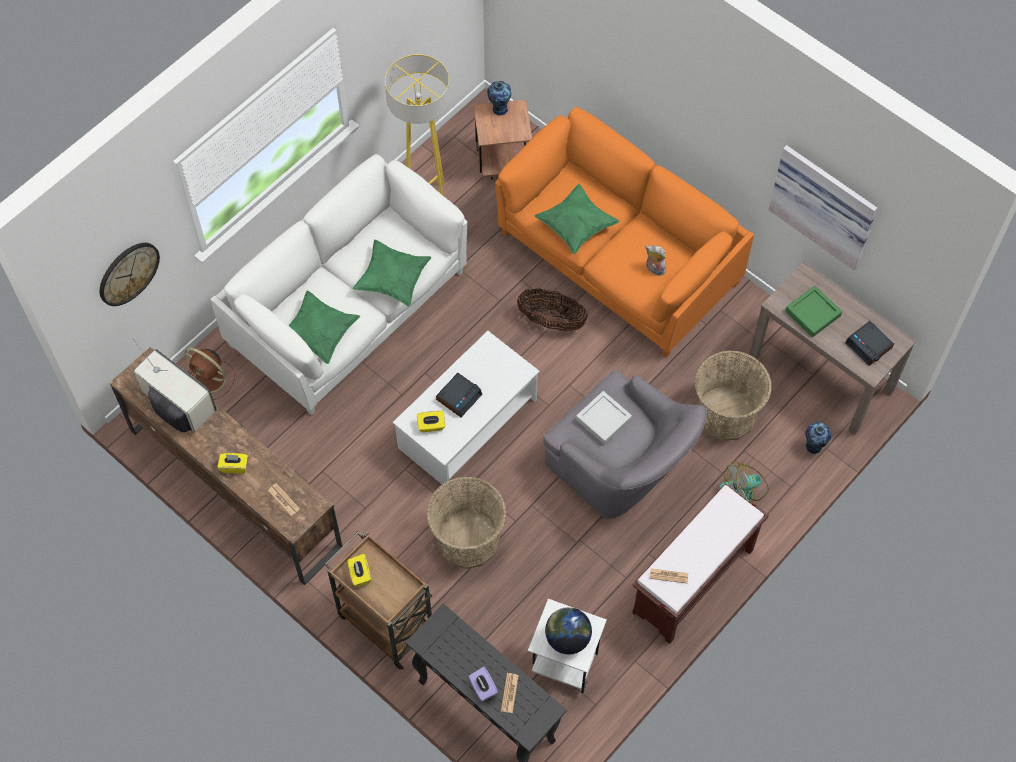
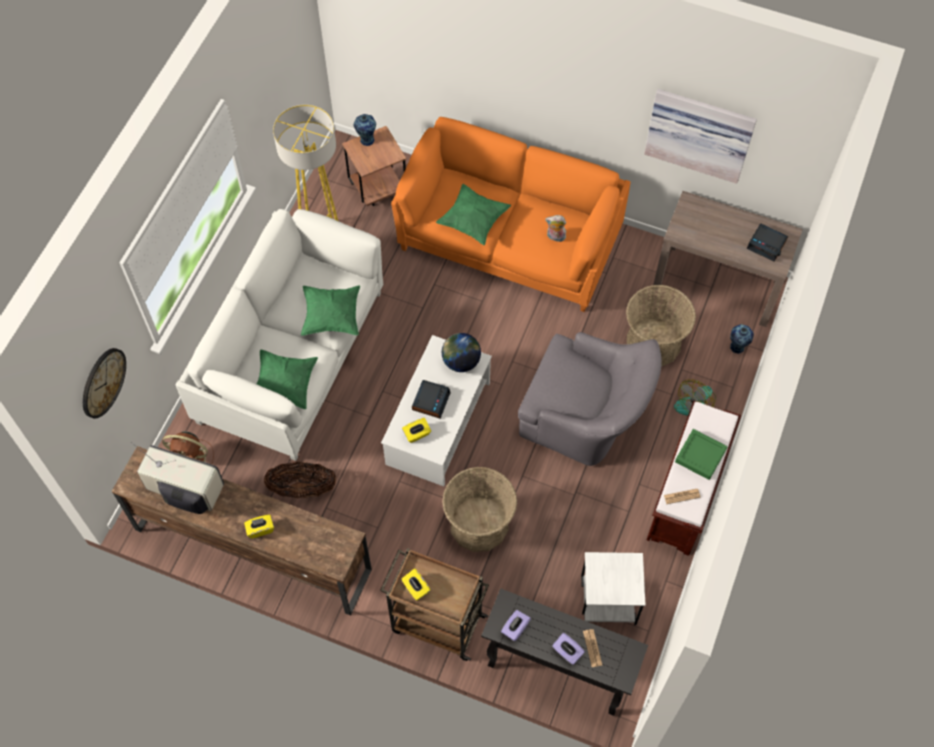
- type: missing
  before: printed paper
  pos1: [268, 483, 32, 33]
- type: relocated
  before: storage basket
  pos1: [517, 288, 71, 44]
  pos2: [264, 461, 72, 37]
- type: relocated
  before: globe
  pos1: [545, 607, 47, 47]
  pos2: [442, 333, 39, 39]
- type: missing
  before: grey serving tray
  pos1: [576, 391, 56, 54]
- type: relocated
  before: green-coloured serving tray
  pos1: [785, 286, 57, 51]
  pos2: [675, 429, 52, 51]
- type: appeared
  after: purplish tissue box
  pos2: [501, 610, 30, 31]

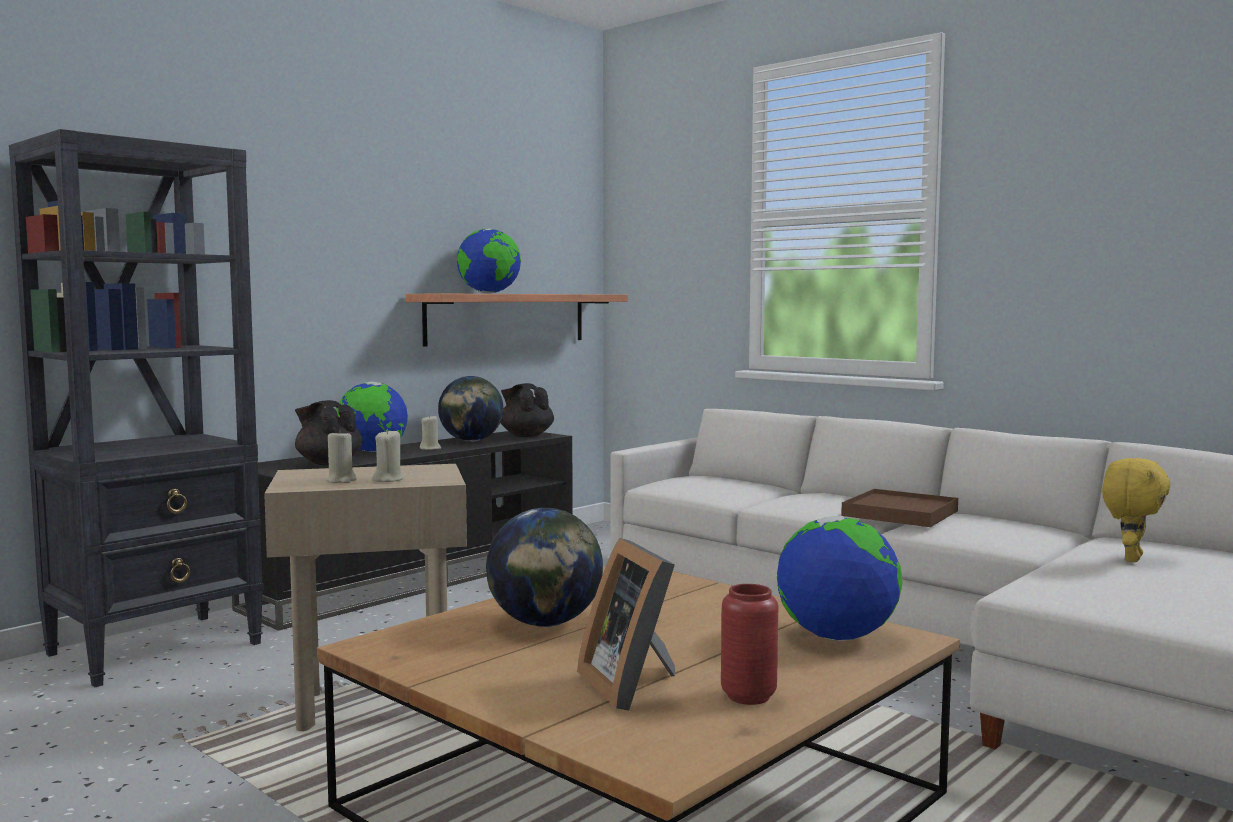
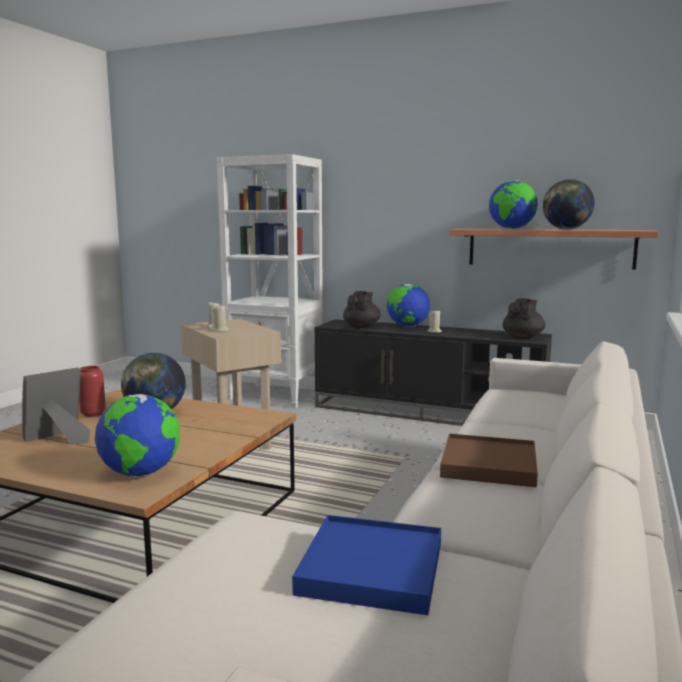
- type: colour
  before: blackish bookshelf
  after: whitish bookshelf
  pos1: [9, 129, 254, 558]
  pos2: [216, 154, 107, 255]
- type: relocated
  before: globe
  pos1: [438, 376, 66, 66]
  pos2: [543, 179, 52, 51]
- type: relocated
  before: reddish decorative vase
  pos1: [721, 584, 57, 121]
  pos2: [79, 366, 27, 51]
- type: exchanged
  before: yellow cuddly toy
  after: blue-coloured serving tray
  pos1: [1102, 458, 69, 104]
  pos2: [292, 515, 149, 100]

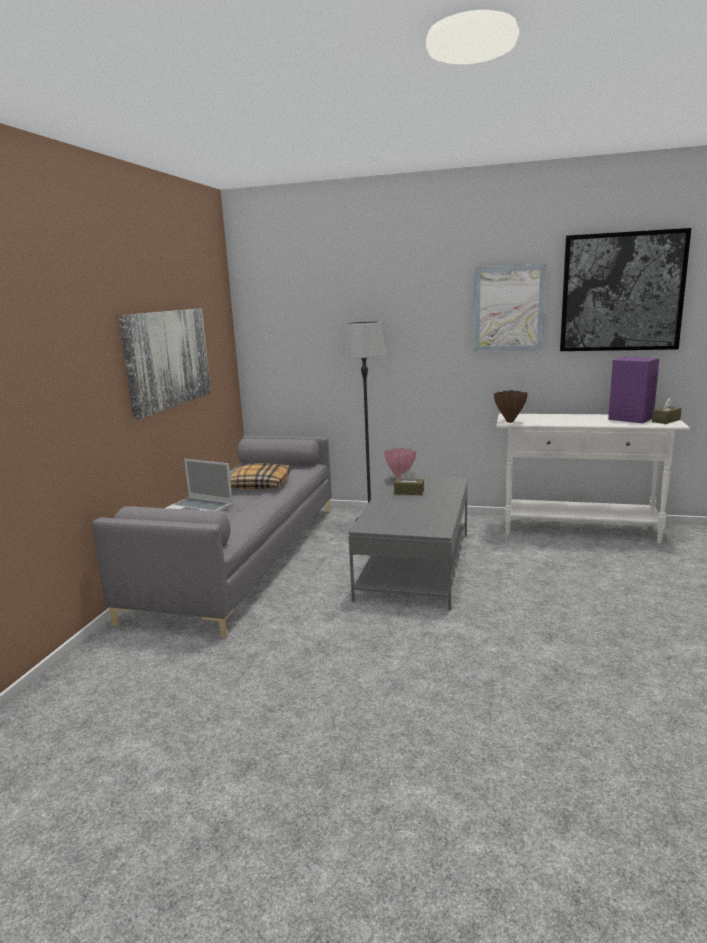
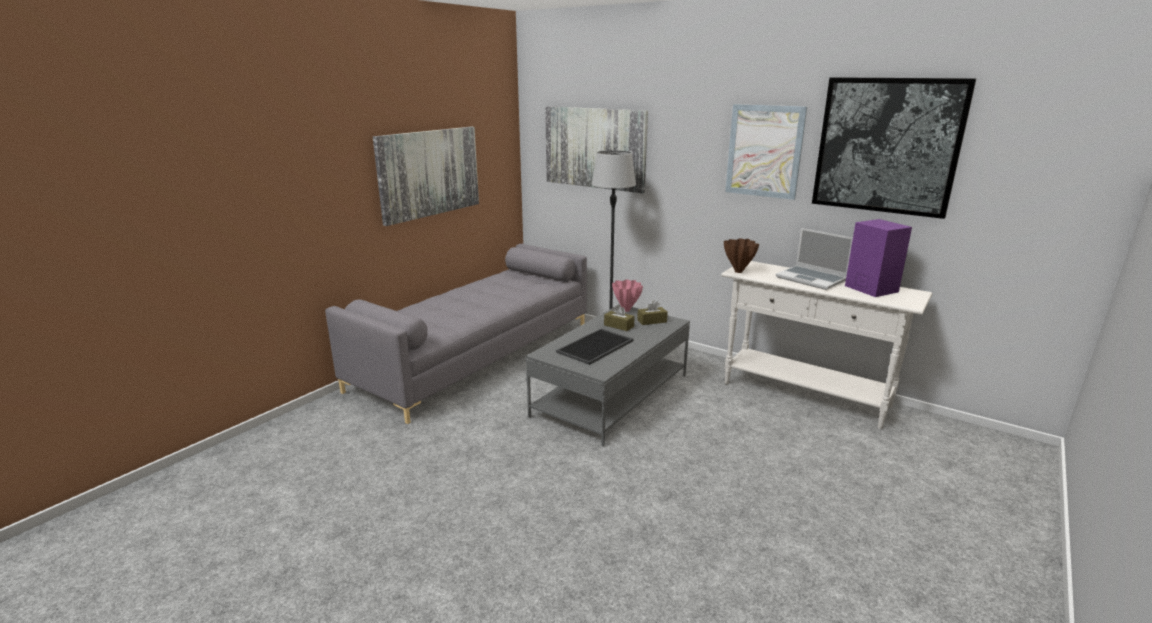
- type: relocated
  before: portable computer
  pos1: [166, 459, 67, 52]
  pos2: [776, 228, 77, 62]
- type: missing
  before: pillow
  pos1: [230, 463, 60, 26]
- type: relocated
  before: brown-coloured tissue box
  pos1: [652, 397, 30, 27]
  pos2: [637, 300, 31, 25]
- type: appeared
  after: wall art
  pos2: [545, 106, 103, 87]
- type: appeared
  after: serving tray
  pos2: [556, 329, 78, 36]

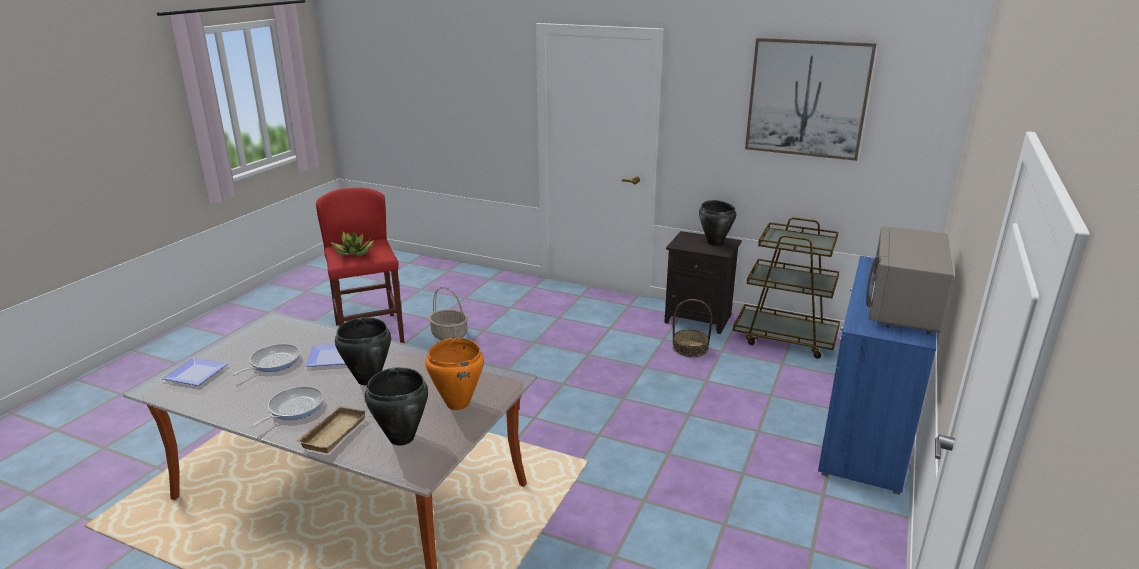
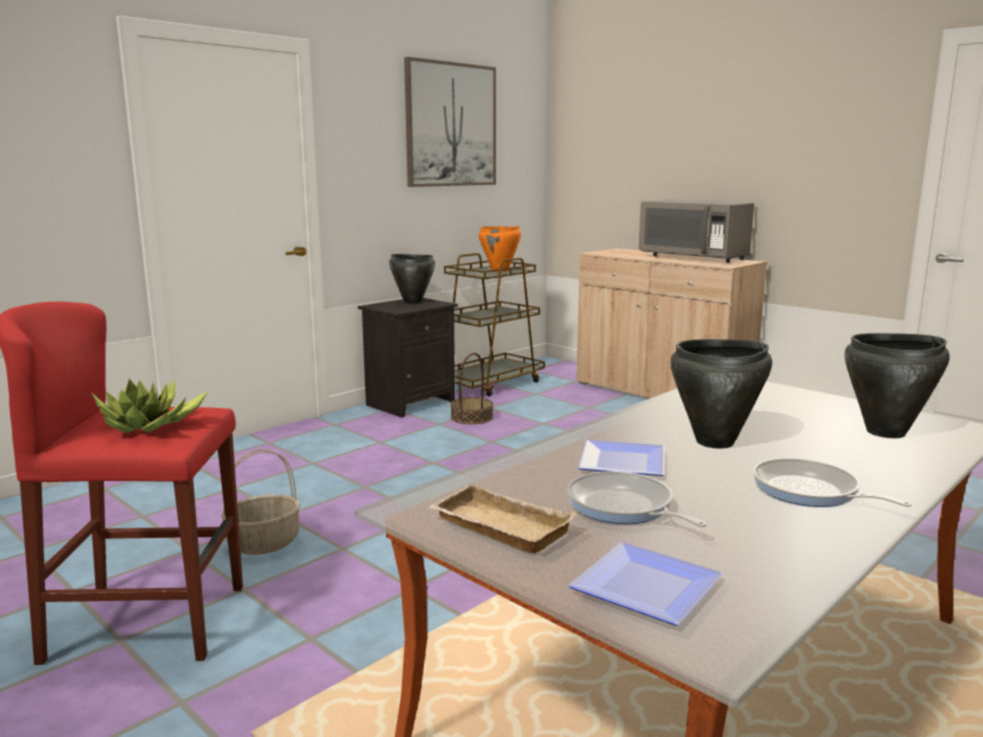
- type: relocated
  before: beige serving tray
  pos1: [296, 405, 71, 48]
  pos2: [428, 483, 148, 70]
- type: relocated
  before: orange-coloured saucepot
  pos1: [426, 338, 58, 72]
  pos2: [479, 226, 42, 46]
- type: colour
  before: blue-coloured cabinet
  after: beige cabinet
  pos1: [818, 256, 118, 239]
  pos2: [576, 248, 191, 150]

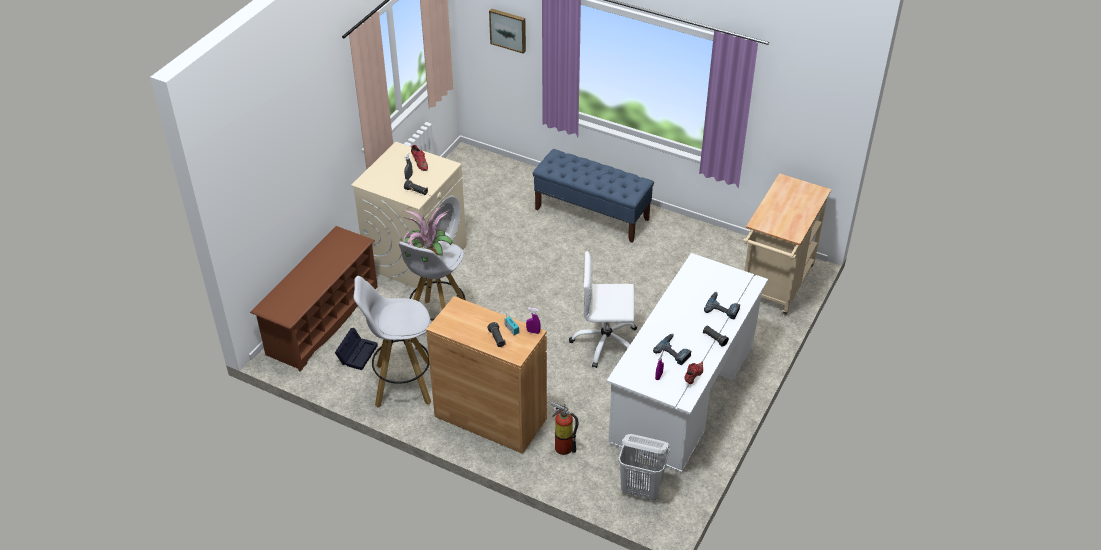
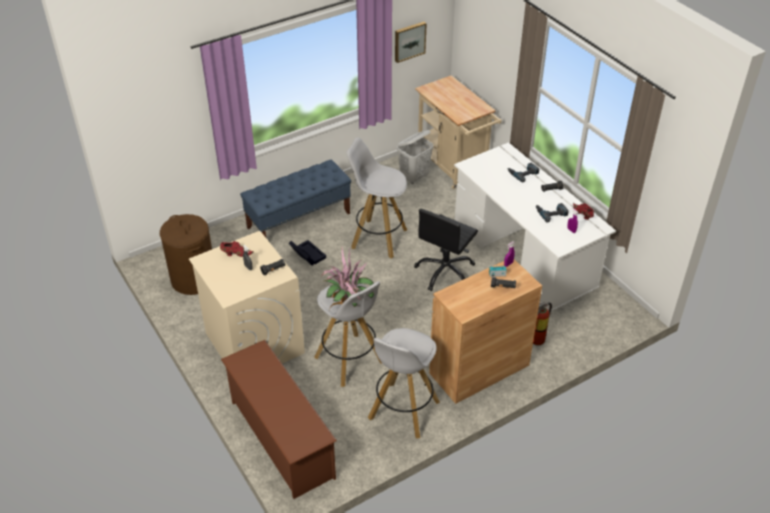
- type: relocated
  before: blackish storage box
  pos1: [335, 328, 43, 42]
  pos2: [289, 240, 37, 26]
- type: relocated
  before: wall art
  pos1: [489, 9, 37, 45]
  pos2: [395, 22, 32, 41]
- type: colour
  before: whitish office chair
  after: blackish office chair
  pos1: [569, 251, 68, 117]
  pos2: [414, 209, 64, 82]
- type: relocated
  before: whitish hamper
  pos1: [618, 434, 52, 66]
  pos2: [397, 130, 36, 54]
- type: appeared
  after: brown-coloured hamper
  pos2: [160, 214, 52, 81]
- type: appeared
  after: whitish stool
  pos2: [347, 138, 60, 120]

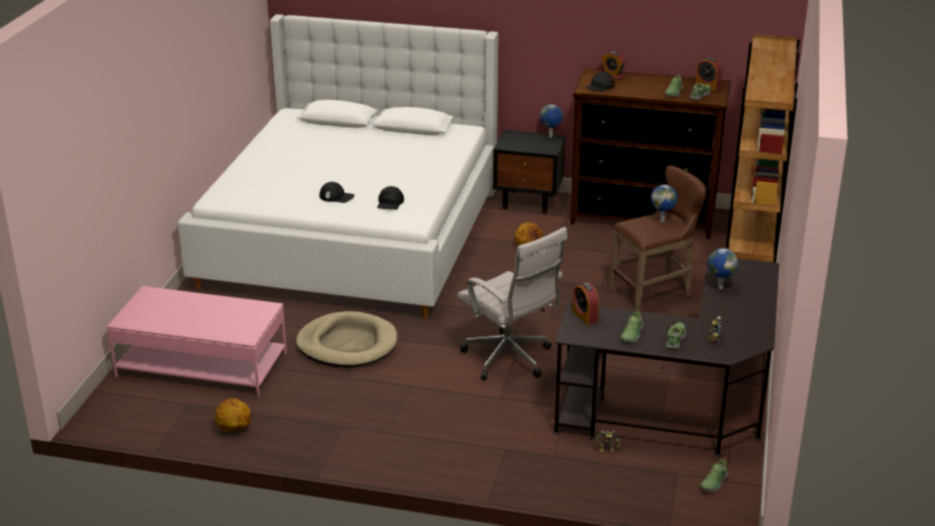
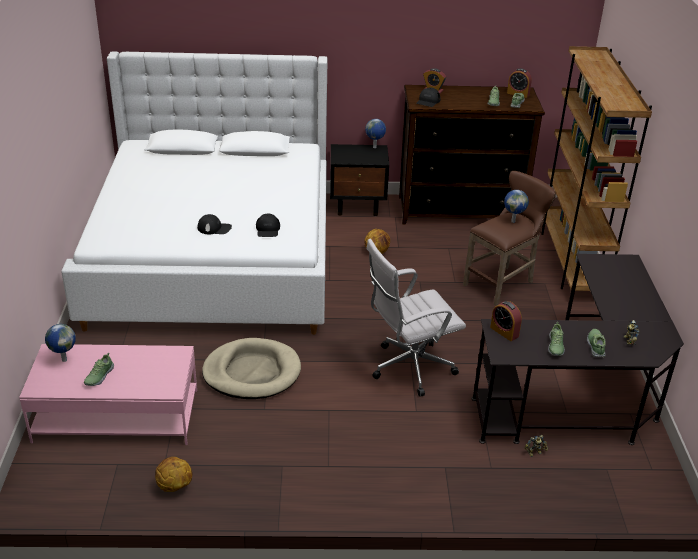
- type: spun
  before: whitish office chair
  pos1: [457, 227, 110, 153]
  pos2: [366, 239, 100, 158]
  turn: 120
- type: relocated
  before: shoe
  pos1: [700, 458, 29, 34]
  pos2: [84, 353, 30, 33]
- type: relocated
  before: globe
  pos1: [708, 248, 30, 41]
  pos2: [45, 324, 31, 38]

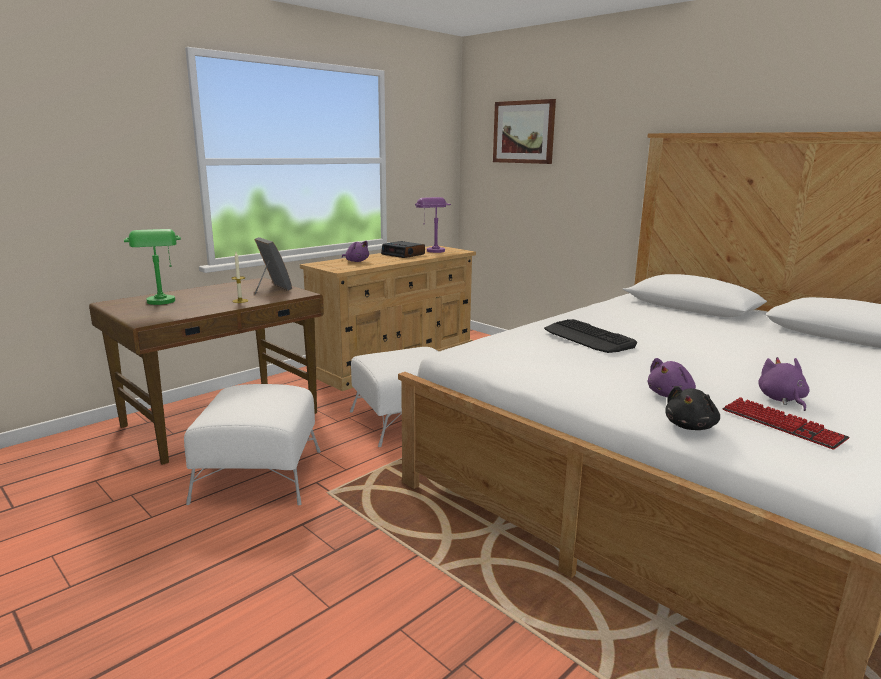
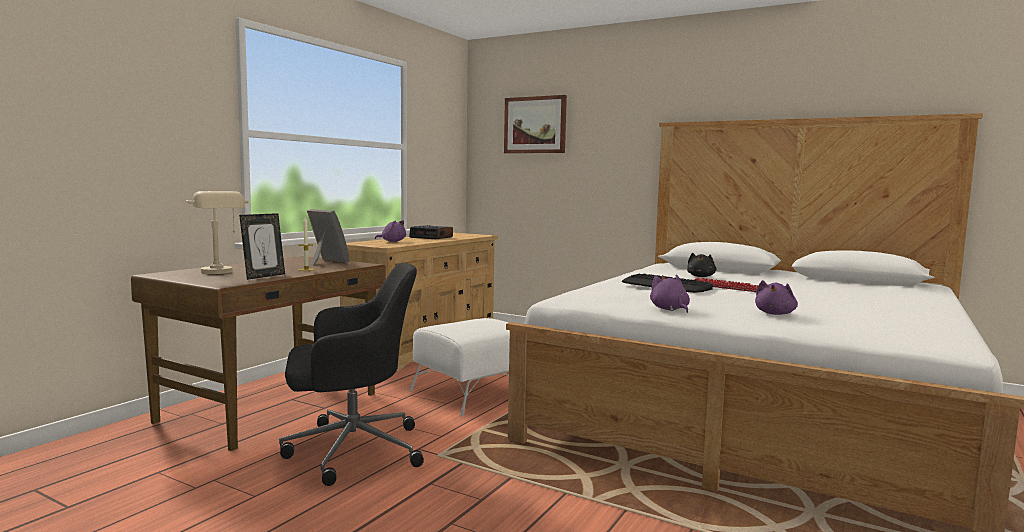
- type: colour
  before: green-coloured table lamp
  after: beige table lamp
  pos1: [124, 229, 57, 76]
  pos2: [186, 191, 62, 83]
- type: exchanged
  before: whitish ottoman
  after: blackish office chair
  pos1: [184, 384, 137, 121]
  pos2: [279, 263, 145, 223]
- type: missing
  before: purplish table lamp
  pos1: [415, 197, 36, 56]
- type: relocated
  before: blackish cuddly toy
  pos1: [665, 386, 55, 44]
  pos2: [687, 253, 29, 24]
- type: relocated
  before: computer keyboard
  pos1: [722, 397, 128, 53]
  pos2: [694, 278, 65, 14]
- type: relocated
  before: purplish cuddly toy
  pos1: [758, 357, 51, 54]
  pos2: [650, 274, 40, 39]
- type: appeared
  after: photo frame
  pos2: [239, 213, 46, 67]

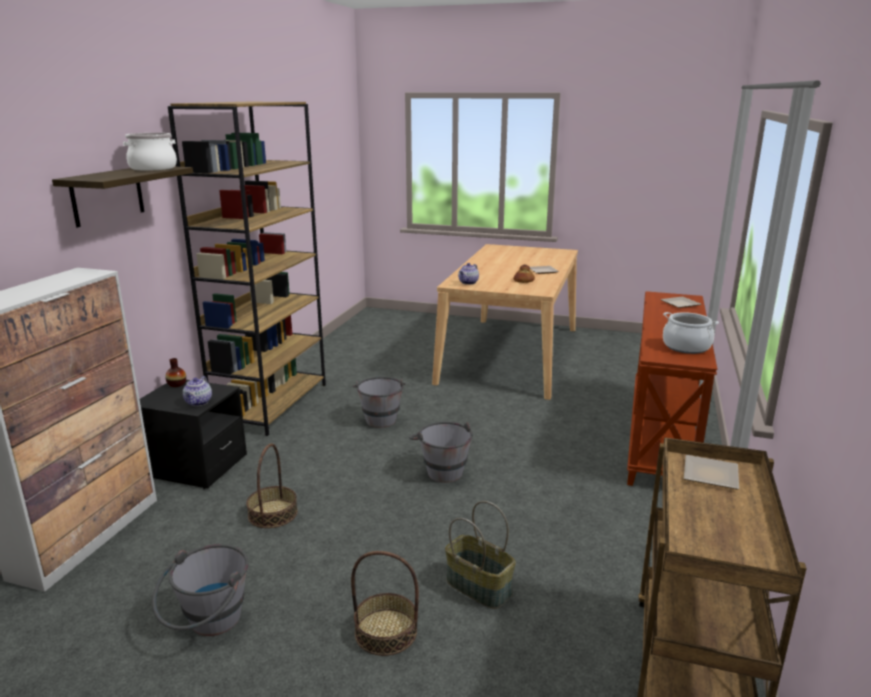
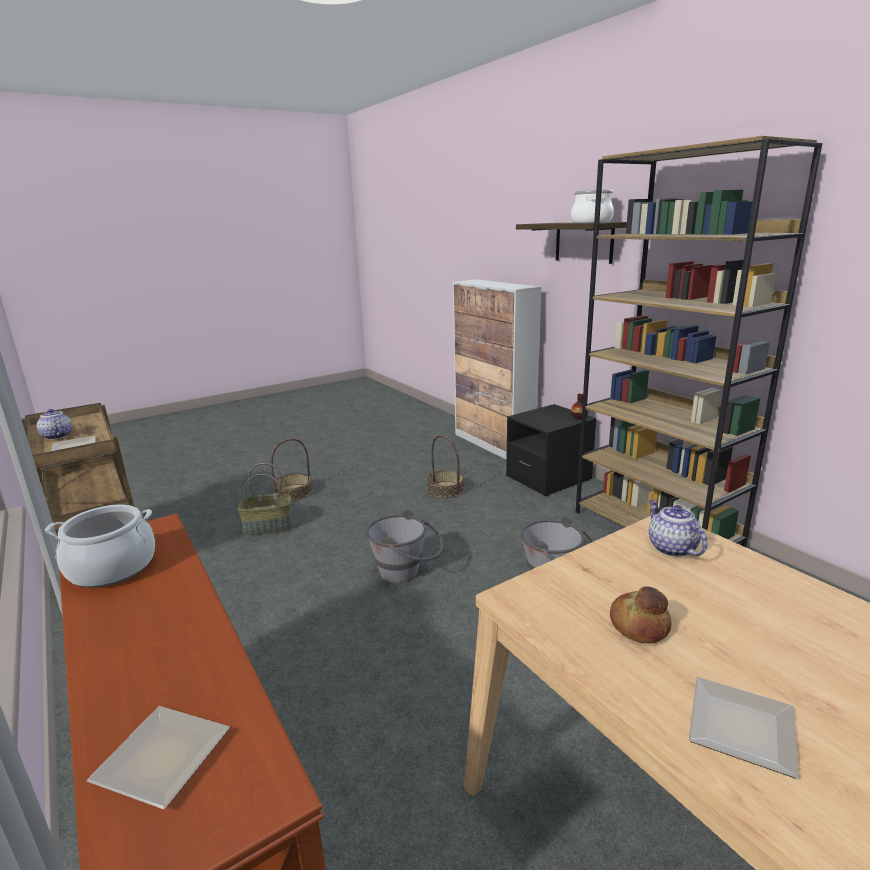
- type: missing
  before: grey bucket
  pos1: [152, 544, 97, 92]
- type: relocated
  before: pot for tea
  pos1: [183, 376, 29, 30]
  pos2: [37, 409, 35, 31]

